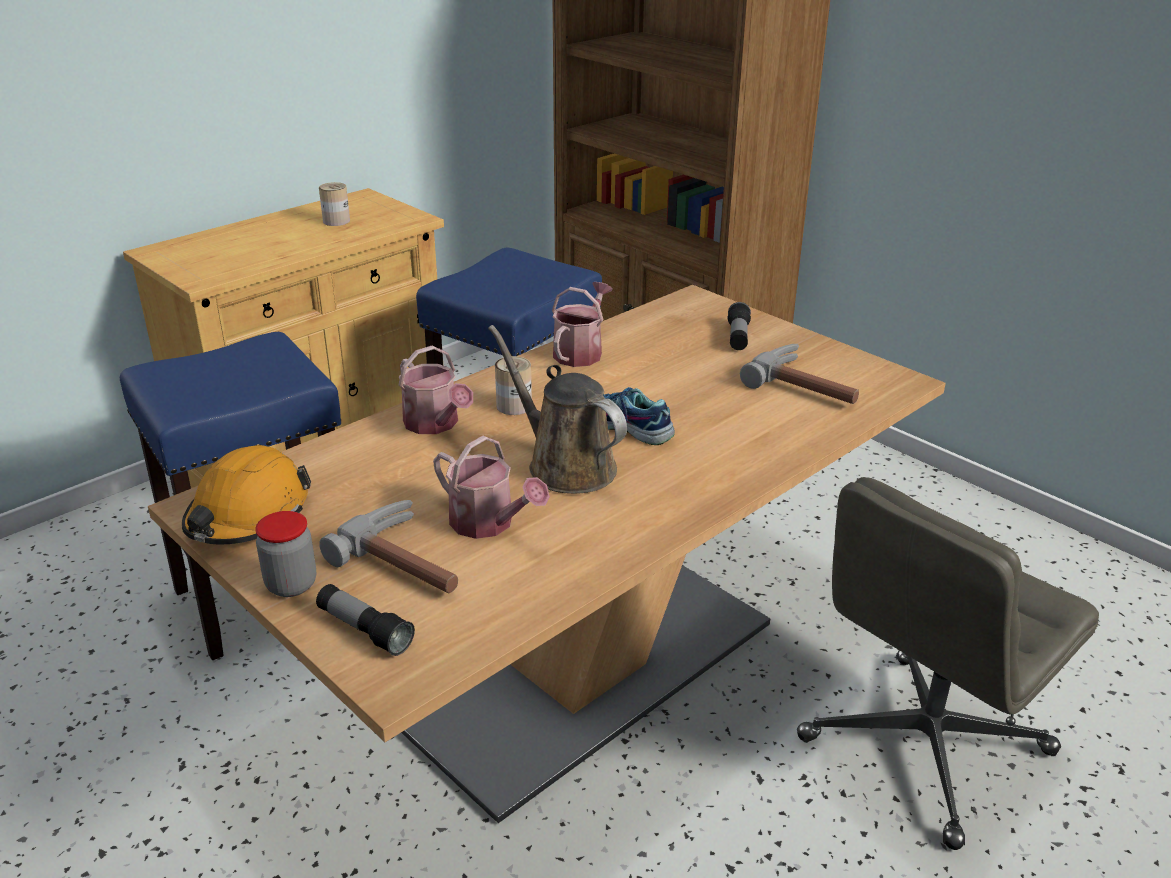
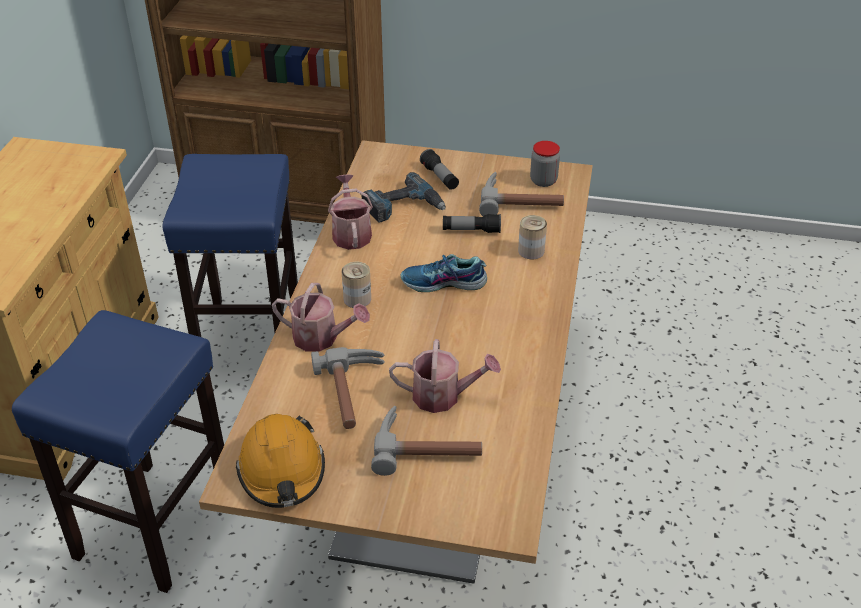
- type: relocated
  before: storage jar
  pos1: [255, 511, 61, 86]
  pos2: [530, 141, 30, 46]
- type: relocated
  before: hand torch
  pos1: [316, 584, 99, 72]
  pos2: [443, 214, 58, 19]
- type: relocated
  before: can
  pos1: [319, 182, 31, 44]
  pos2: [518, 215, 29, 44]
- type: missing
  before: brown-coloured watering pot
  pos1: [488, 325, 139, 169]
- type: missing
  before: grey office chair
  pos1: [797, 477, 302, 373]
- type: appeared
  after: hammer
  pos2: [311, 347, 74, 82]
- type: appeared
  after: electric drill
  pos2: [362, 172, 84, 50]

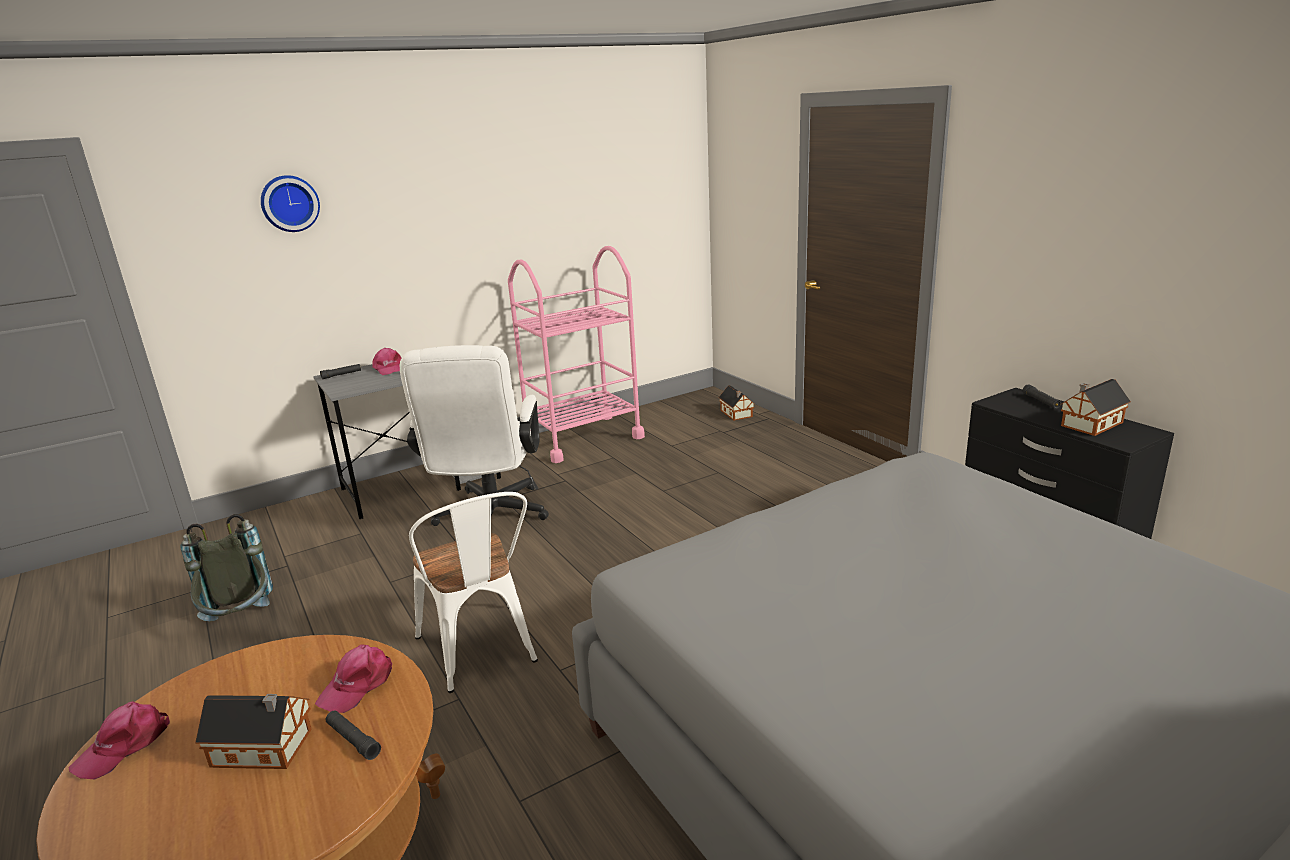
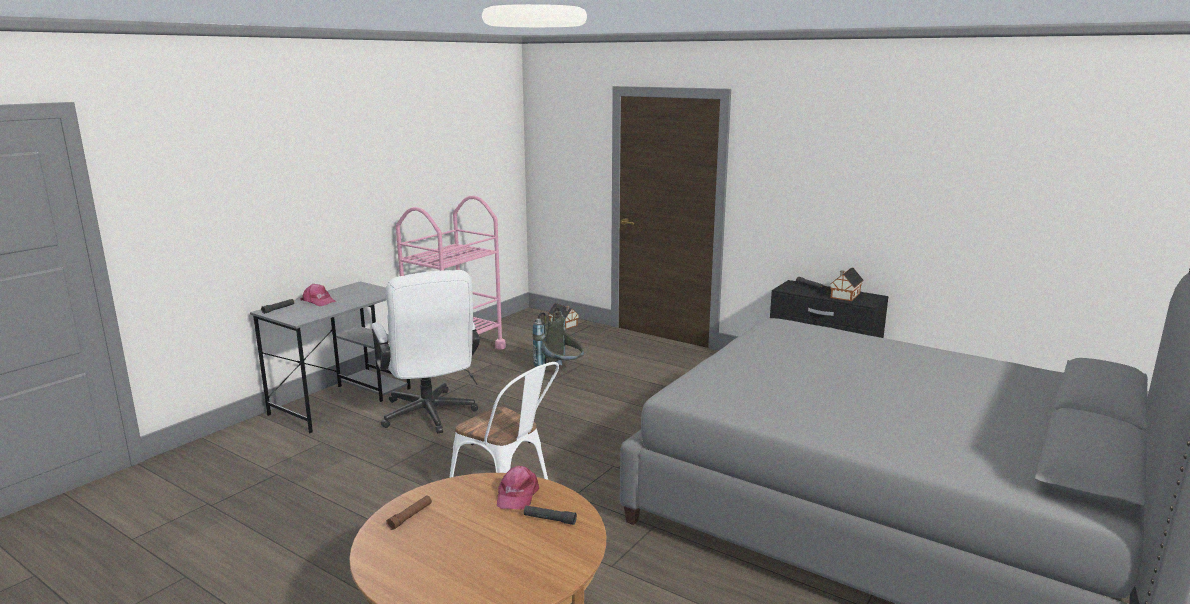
- type: missing
  before: pink cap
  pos1: [68, 701, 102, 78]
- type: relocated
  before: grey backpack
  pos1: [180, 514, 93, 107]
  pos2: [532, 307, 52, 60]
- type: missing
  before: miniature house
  pos1: [195, 694, 117, 75]
- type: missing
  before: wall clock
  pos1: [261, 175, 59, 57]
- type: appeared
  after: brown-coloured hand torch
  pos2: [386, 496, 46, 34]

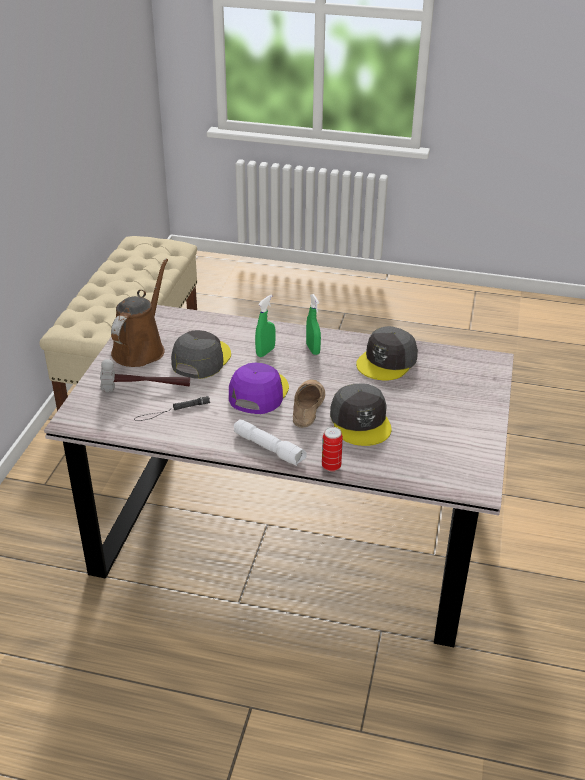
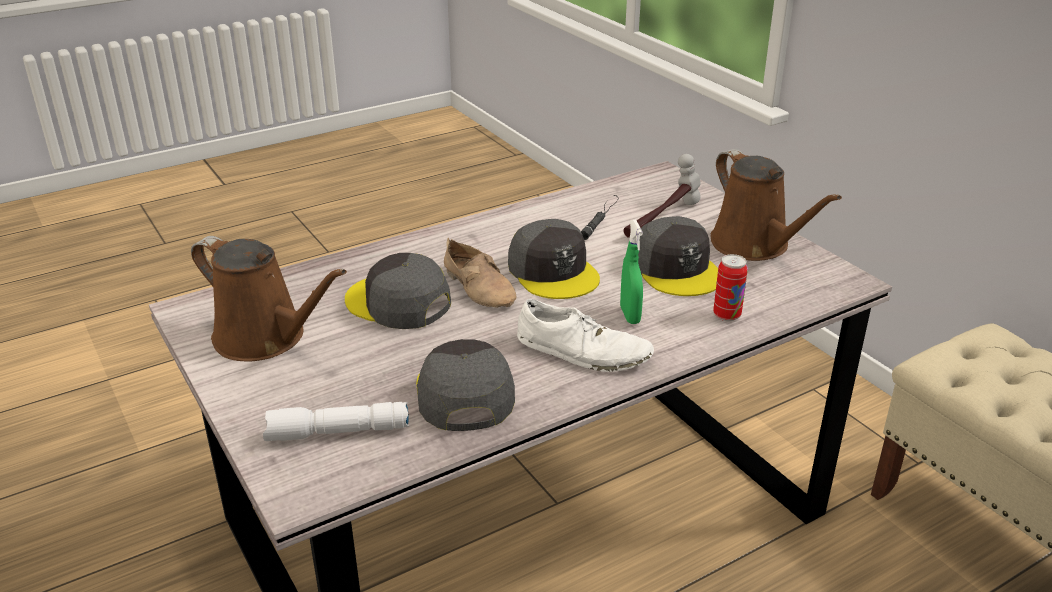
- type: colour
  before: purplish cap
  after: grey cap
  pos1: [229, 362, 60, 52]
  pos2: [508, 219, 92, 80]
- type: relocated
  before: whitish hand torch
  pos1: [234, 419, 73, 47]
  pos2: [263, 402, 146, 39]
- type: exchanged
  before: green-coloured spray bottle
  after: whitish shoe
  pos1: [306, 294, 15, 61]
  pos2: [517, 299, 137, 73]
- type: relocated
  before: can
  pos1: [322, 427, 21, 45]
  pos2: [713, 254, 35, 67]
- type: appeared
  after: brown-coloured watering pot
  pos2: [191, 236, 156, 126]

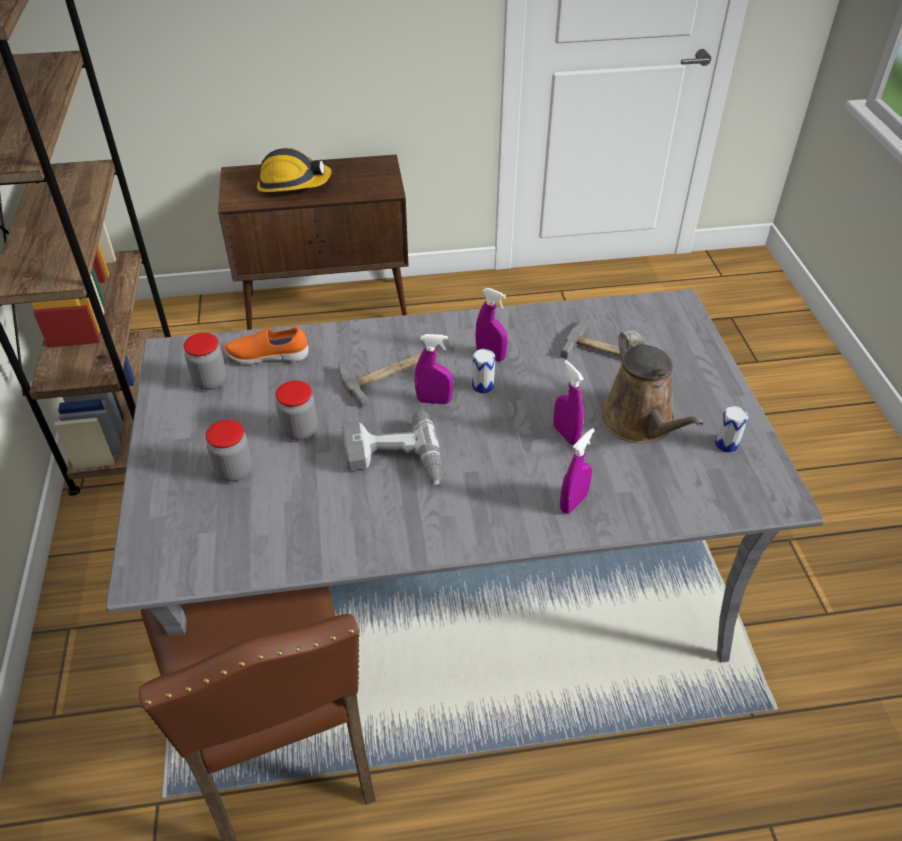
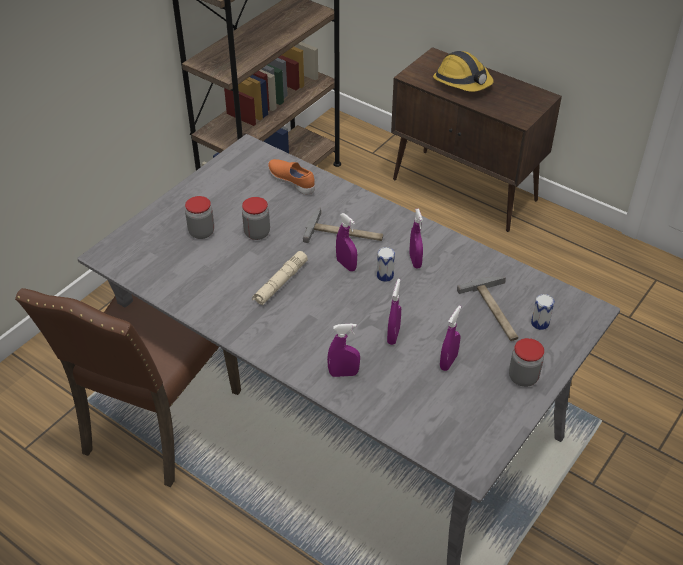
- type: relocated
  before: storage jar
  pos1: [184, 333, 43, 57]
  pos2: [509, 338, 35, 49]
- type: exchanged
  before: electric drill
  after: beige hand torch
  pos1: [342, 411, 100, 74]
  pos2: [252, 251, 56, 54]
- type: exchanged
  before: brown-coloured watering pot
  after: purplish spray bottle
  pos1: [601, 330, 102, 113]
  pos2: [440, 305, 21, 66]
- type: relocated
  before: can
  pos1: [715, 406, 33, 47]
  pos2: [531, 294, 23, 36]

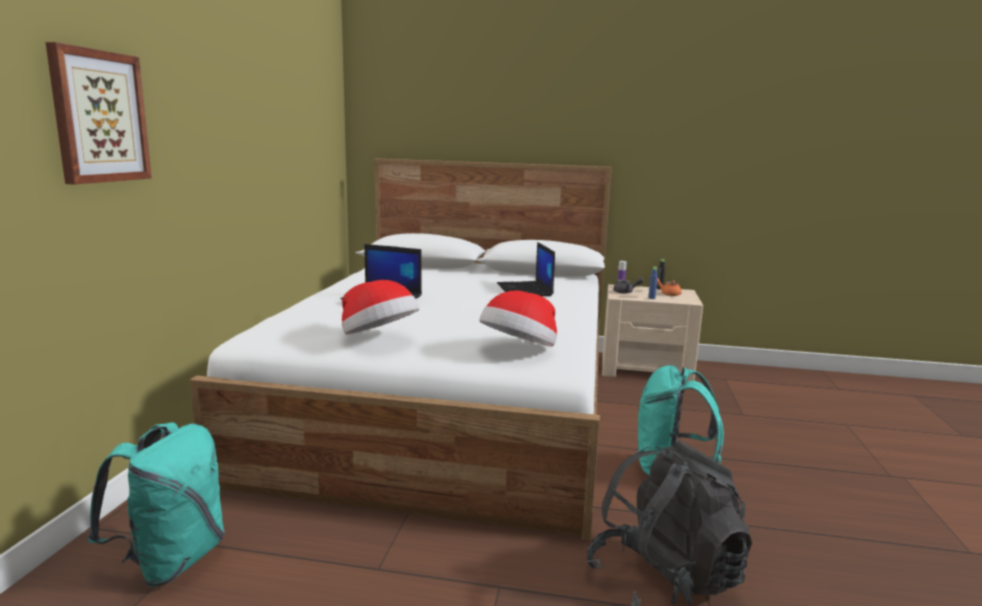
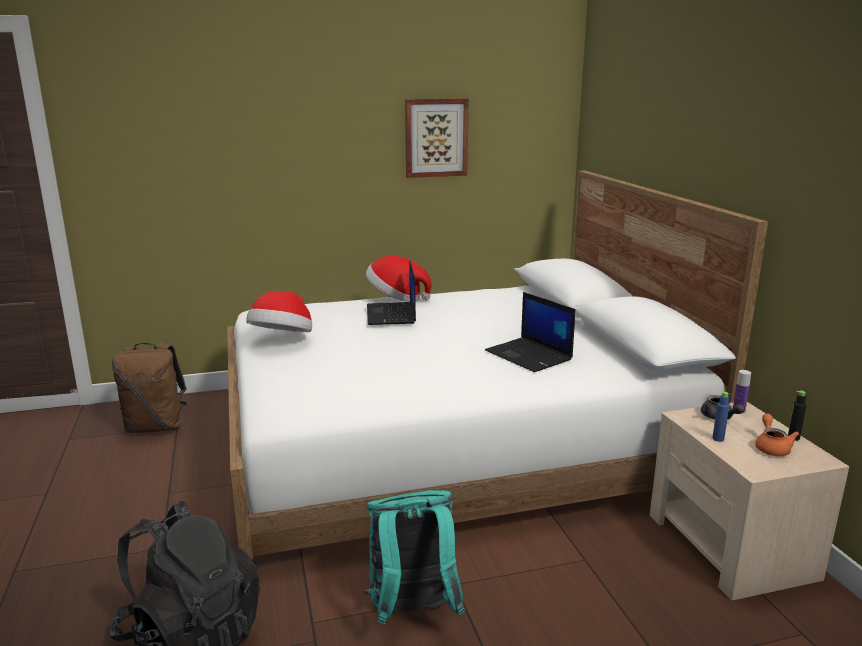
- type: relocated
  before: wall art
  pos1: [45, 42, 107, 142]
  pos2: [405, 98, 64, 80]
- type: colour
  before: turquoise backpack
  after: brown-coloured backpack
  pos1: [87, 422, 138, 165]
  pos2: [112, 343, 75, 90]
- type: relocated
  before: hat
  pos1: [479, 291, 78, 56]
  pos2: [366, 256, 65, 46]
- type: spun
  before: portable computer
  pos1: [497, 242, 58, 54]
  pos2: [485, 292, 90, 80]
  turn: -90

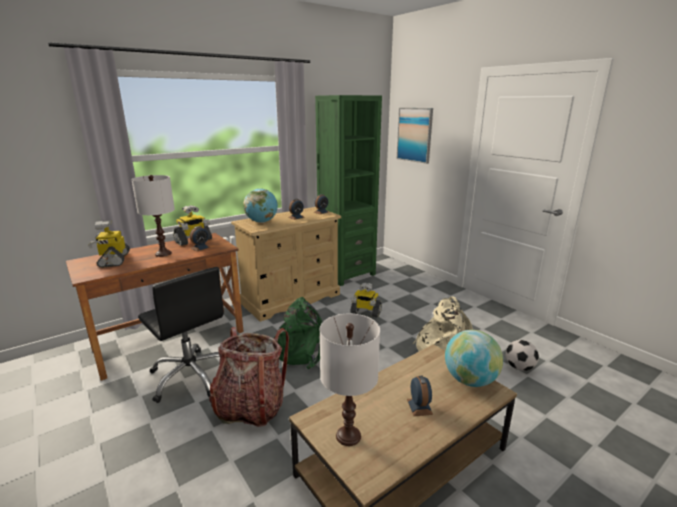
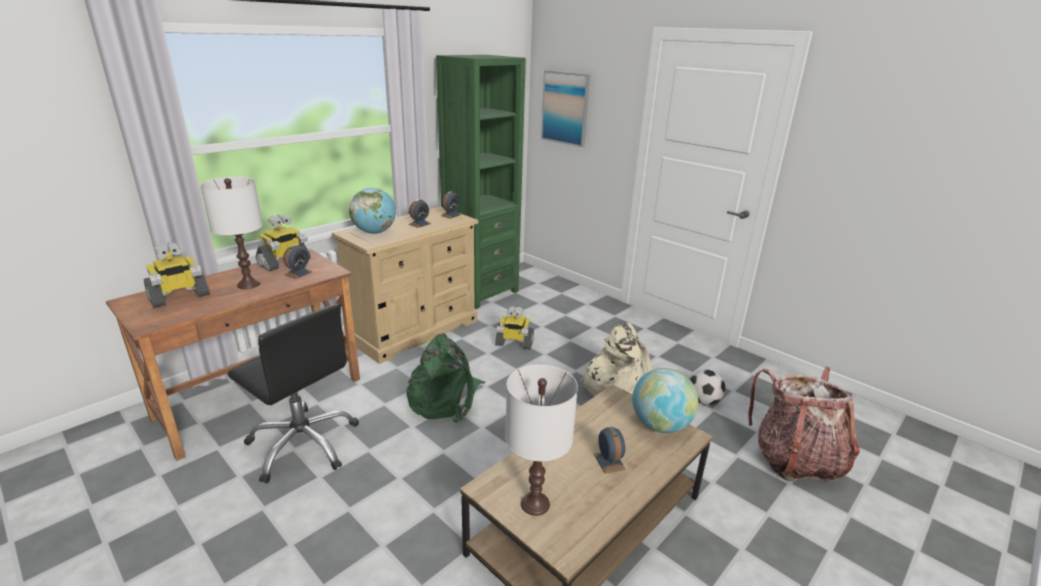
- type: spun
  before: model robot
  pos1: [88, 220, 42, 48]
  pos2: [143, 243, 67, 65]
  turn: -105
- type: relocated
  before: backpack
  pos1: [209, 327, 80, 100]
  pos2: [748, 367, 112, 115]

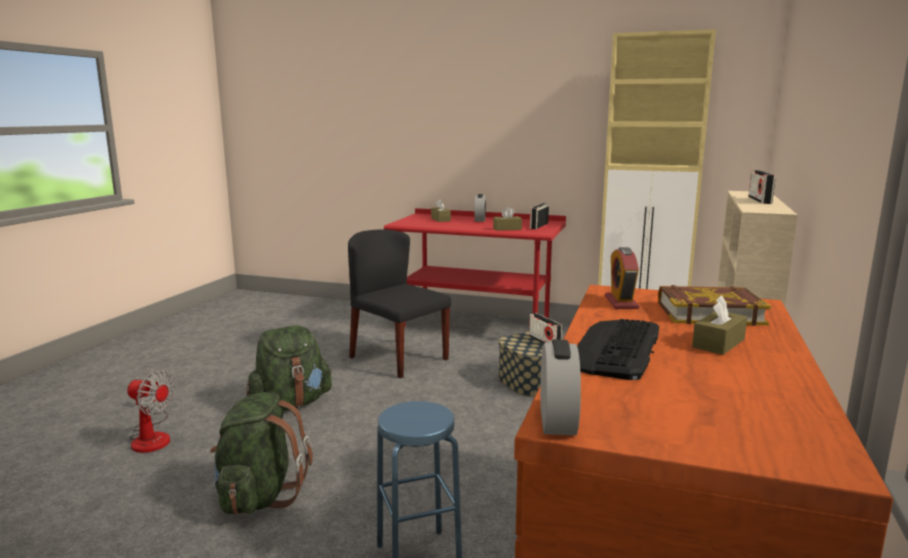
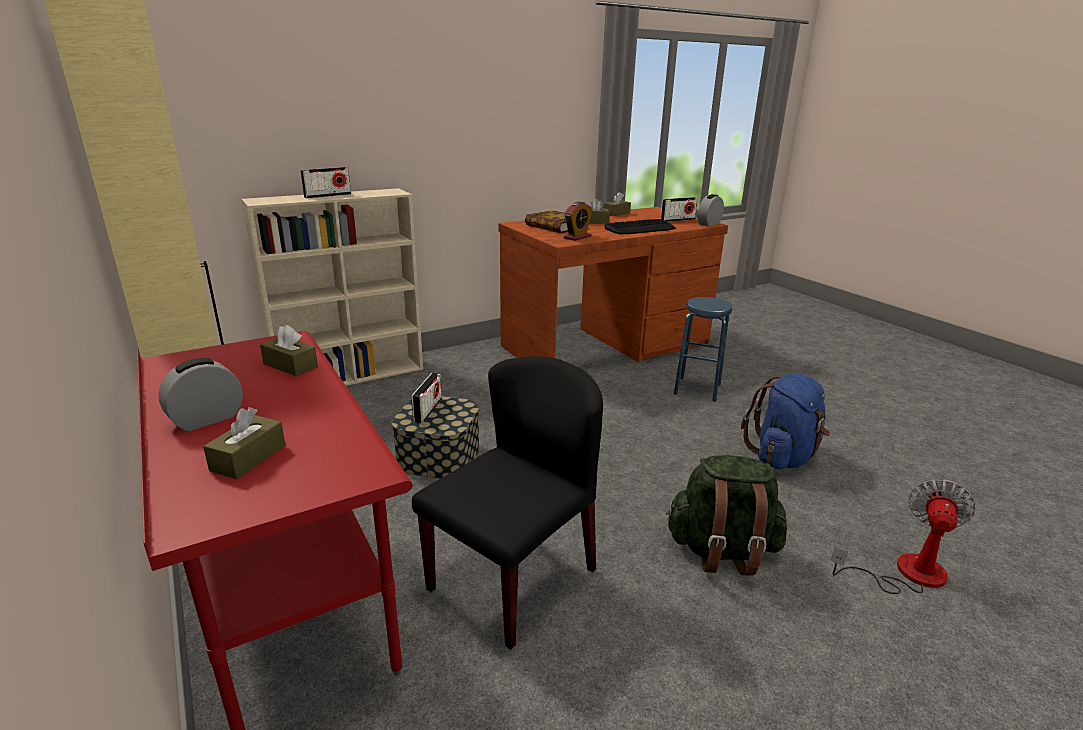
- type: spun
  before: electric fan
  pos1: [127, 370, 47, 83]
  pos2: [831, 479, 144, 115]
  turn: 60
- type: colour
  before: green-coloured backpack
  after: blue-coloured backpack
  pos1: [210, 392, 103, 123]
  pos2: [741, 373, 89, 96]
- type: spun
  before: blackish plain chair
  pos1: [348, 229, 103, 149]
  pos2: [412, 356, 191, 294]
  turn: -135
- type: relocated
  before: radio
  pos1: [530, 203, 19, 26]
  pos2: [661, 197, 37, 25]
- type: appeared
  after: brown-coloured tissue box
  pos2: [604, 192, 27, 24]

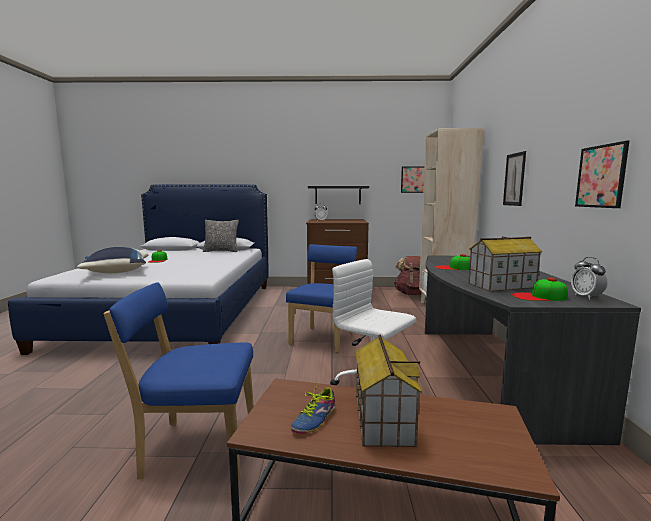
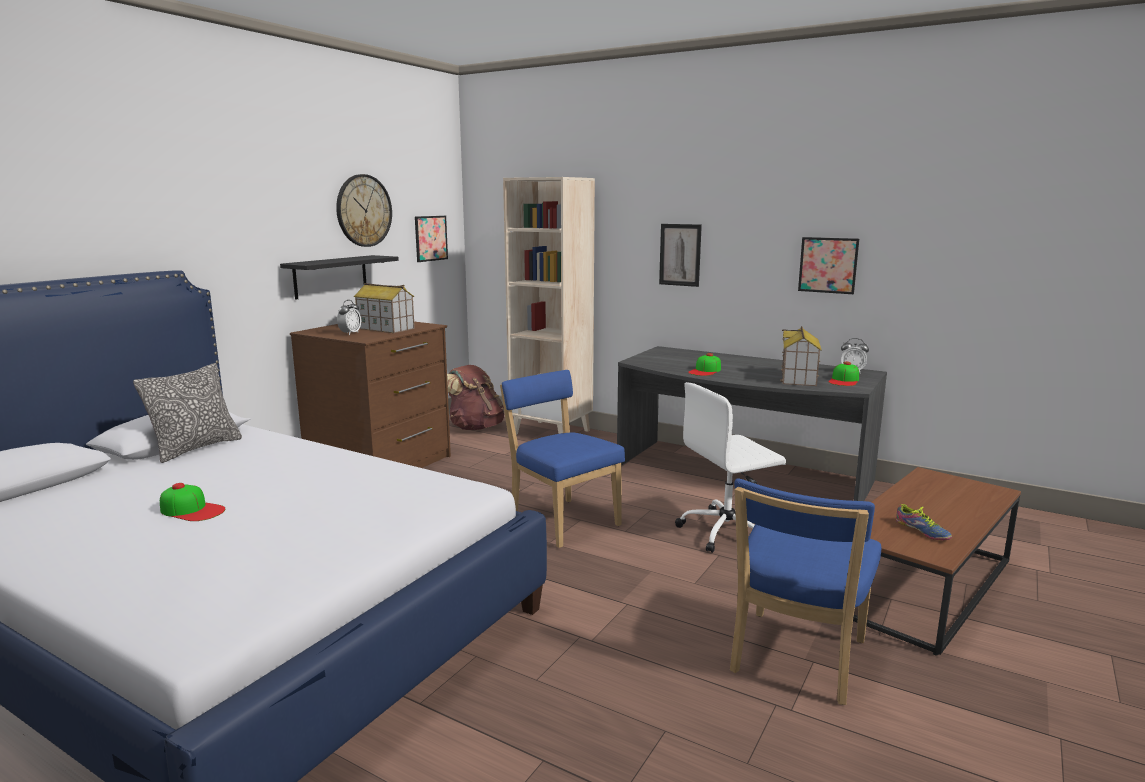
- type: missing
  before: blue-coloured pillow
  pos1: [77, 247, 71, 26]
- type: relocated
  before: miniature house
  pos1: [355, 334, 67, 113]
  pos2: [354, 283, 61, 50]
- type: appeared
  after: wall clock
  pos2: [336, 174, 56, 73]

